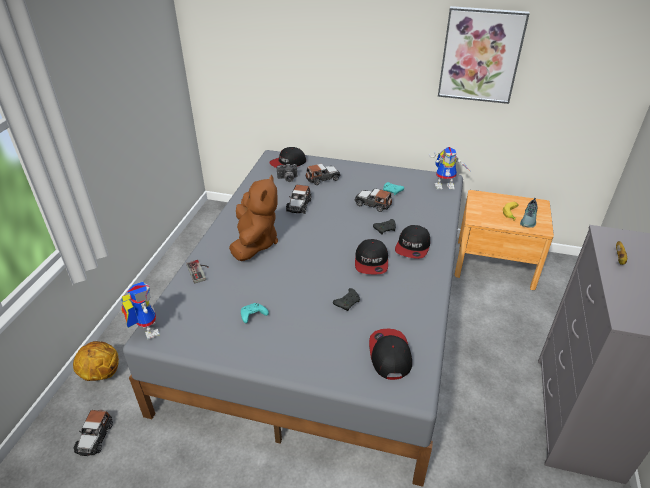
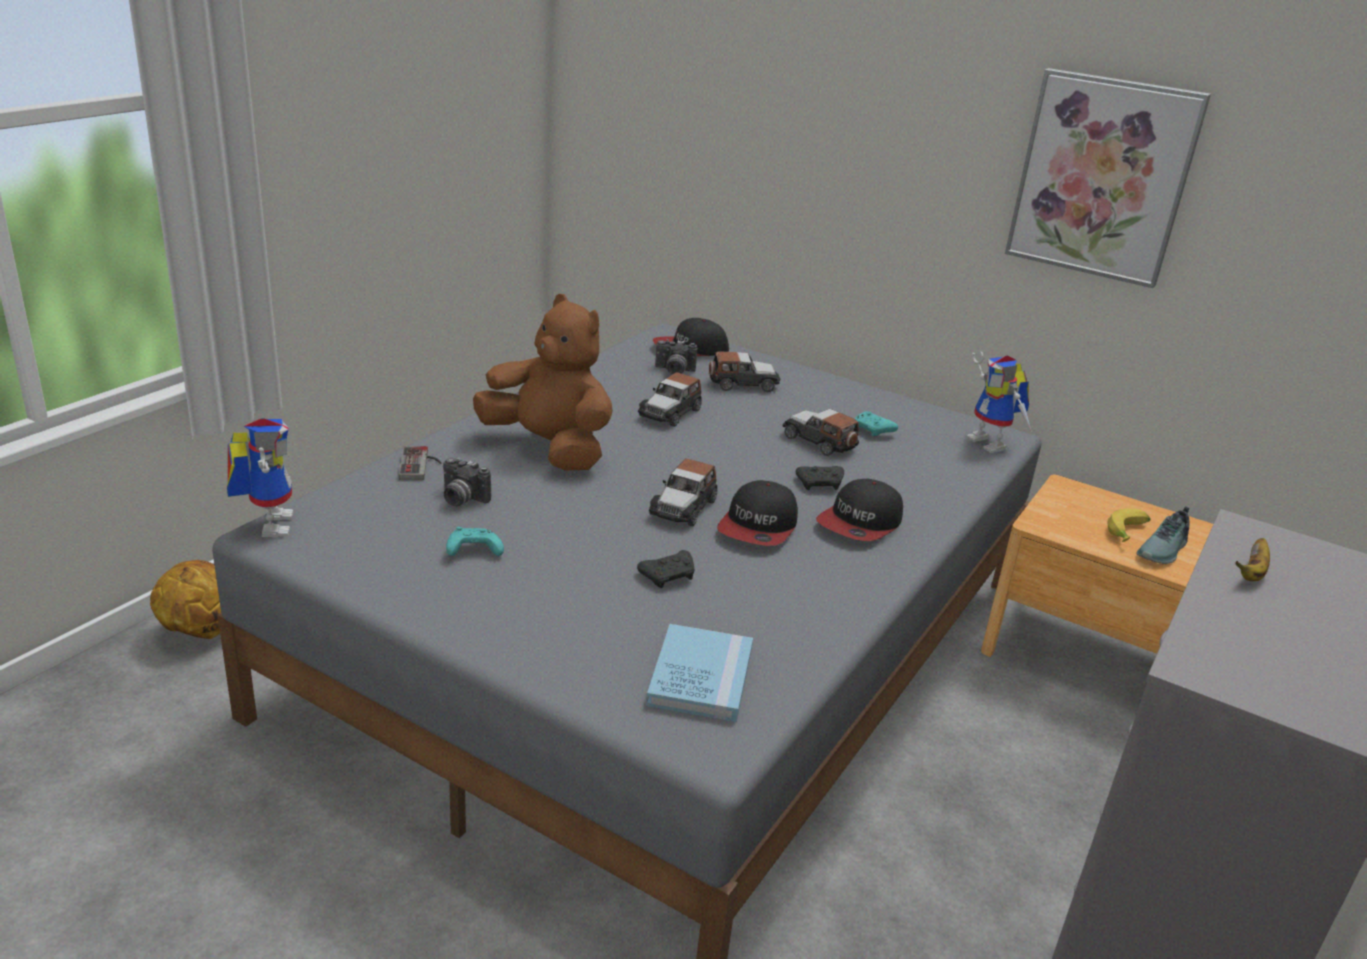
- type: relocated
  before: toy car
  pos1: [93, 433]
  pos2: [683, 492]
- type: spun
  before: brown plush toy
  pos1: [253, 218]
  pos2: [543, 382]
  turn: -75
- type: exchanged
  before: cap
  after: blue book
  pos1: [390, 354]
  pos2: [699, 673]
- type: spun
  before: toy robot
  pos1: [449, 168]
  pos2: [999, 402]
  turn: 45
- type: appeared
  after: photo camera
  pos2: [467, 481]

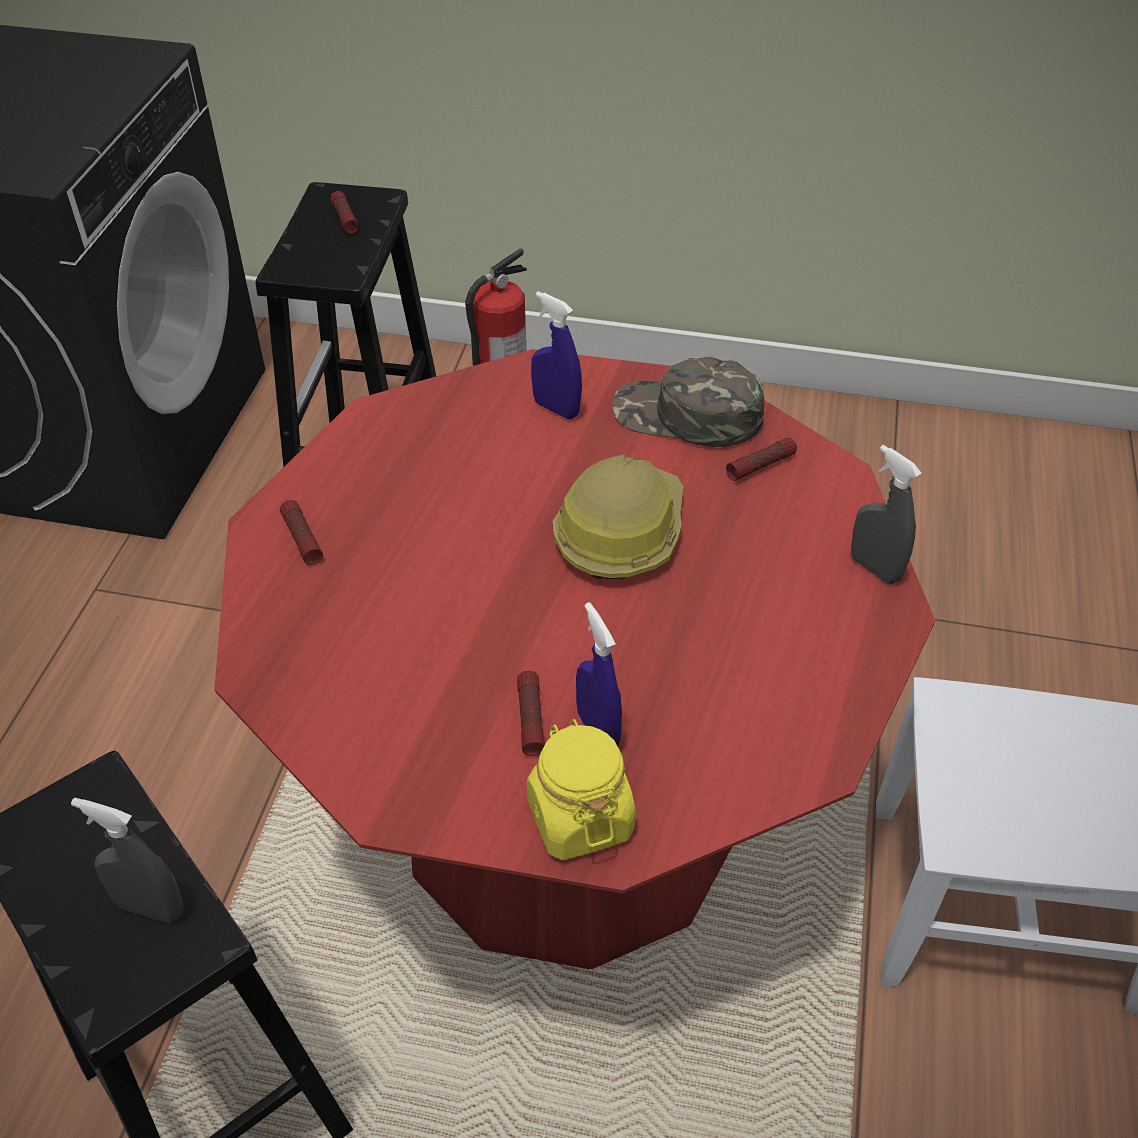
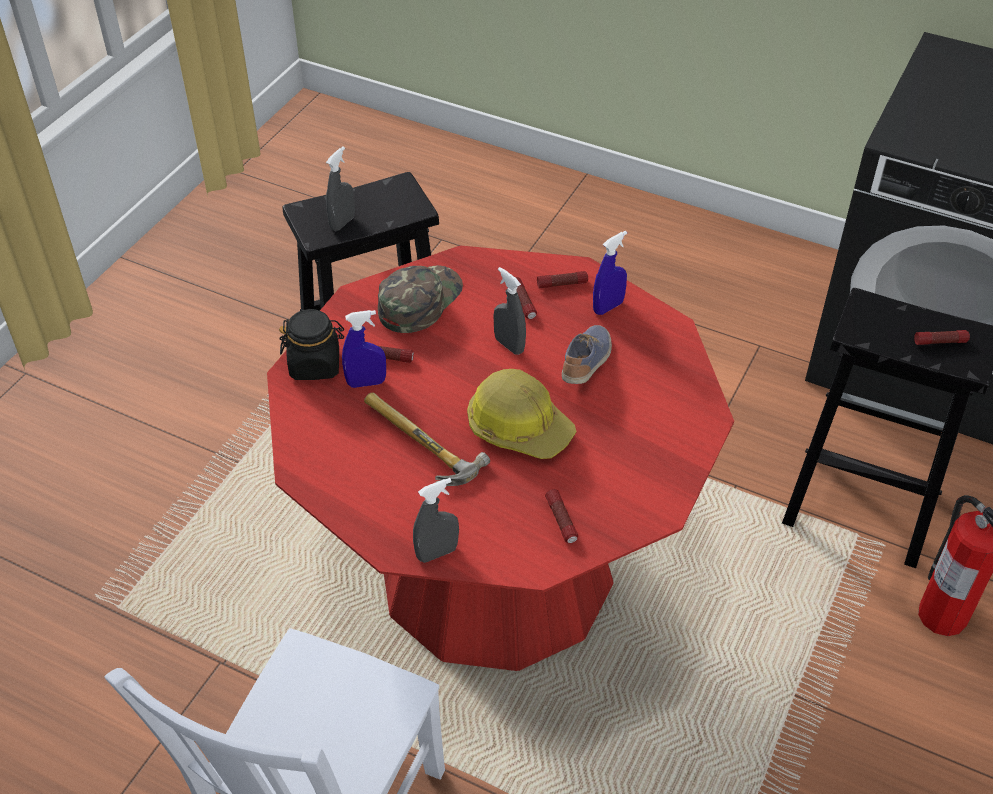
- type: colour
  before: yellow jar
  after: black jar
  pos1: [581, 789]
  pos2: [311, 344]
- type: relocated
  before: blue spray bottle
  pos1: [556, 355]
  pos2: [610, 273]
- type: relocated
  before: green cap
  pos1: [688, 402]
  pos2: [420, 299]
- type: appeared
  after: hammer
  pos2: [427, 439]
- type: appeared
  after: grey spray bottle
  pos2: [510, 311]
- type: appeared
  after: flashlight
  pos2: [526, 298]
- type: appeared
  after: shoe
  pos2: [587, 354]

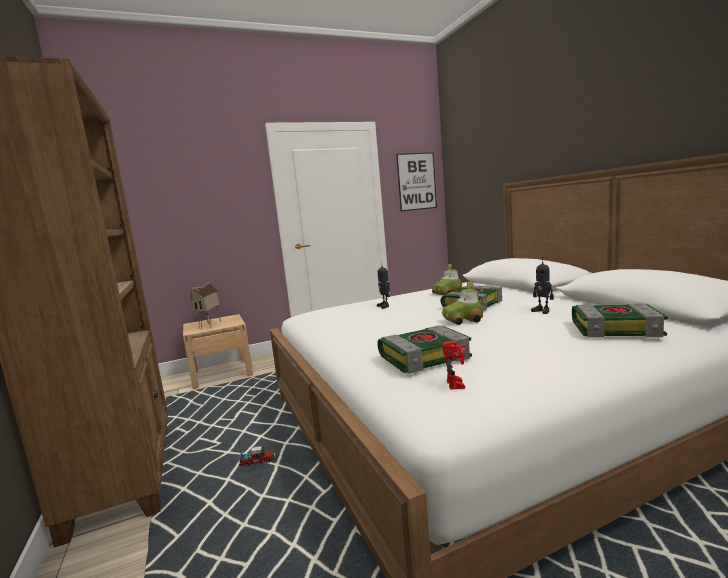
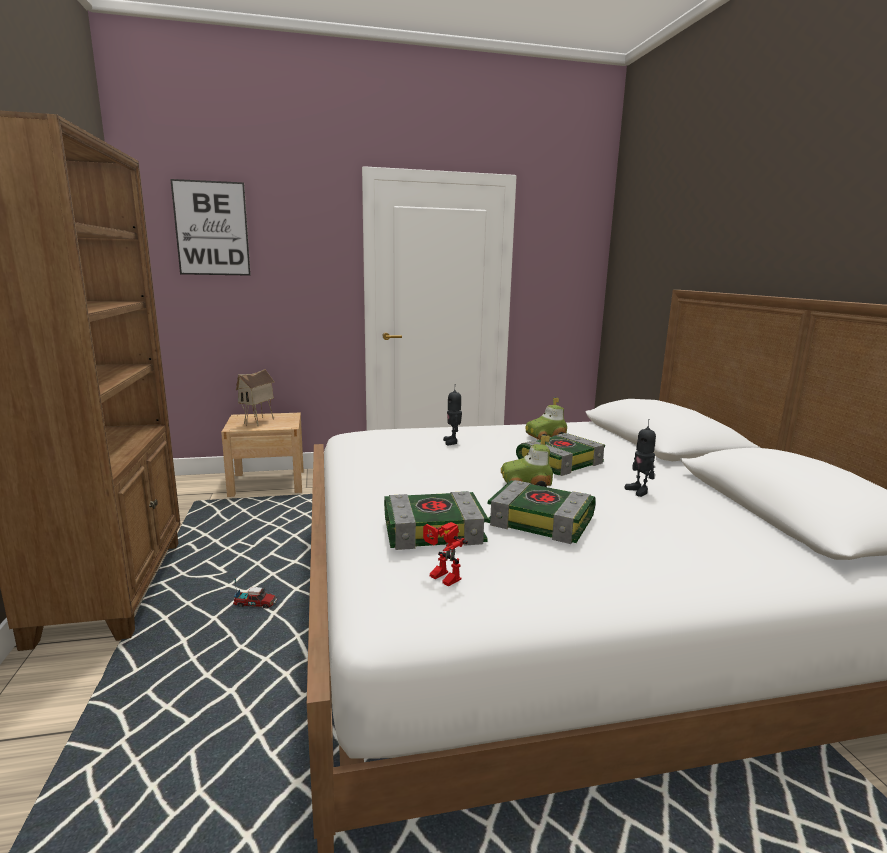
- type: relocated
  before: picture
  pos1: [416, 181]
  pos2: [210, 227]
- type: spun
  before: toy robot
  pos1: [455, 365]
  pos2: [445, 554]
  turn: 120
- type: relocated
  before: book
  pos1: [620, 320]
  pos2: [541, 512]

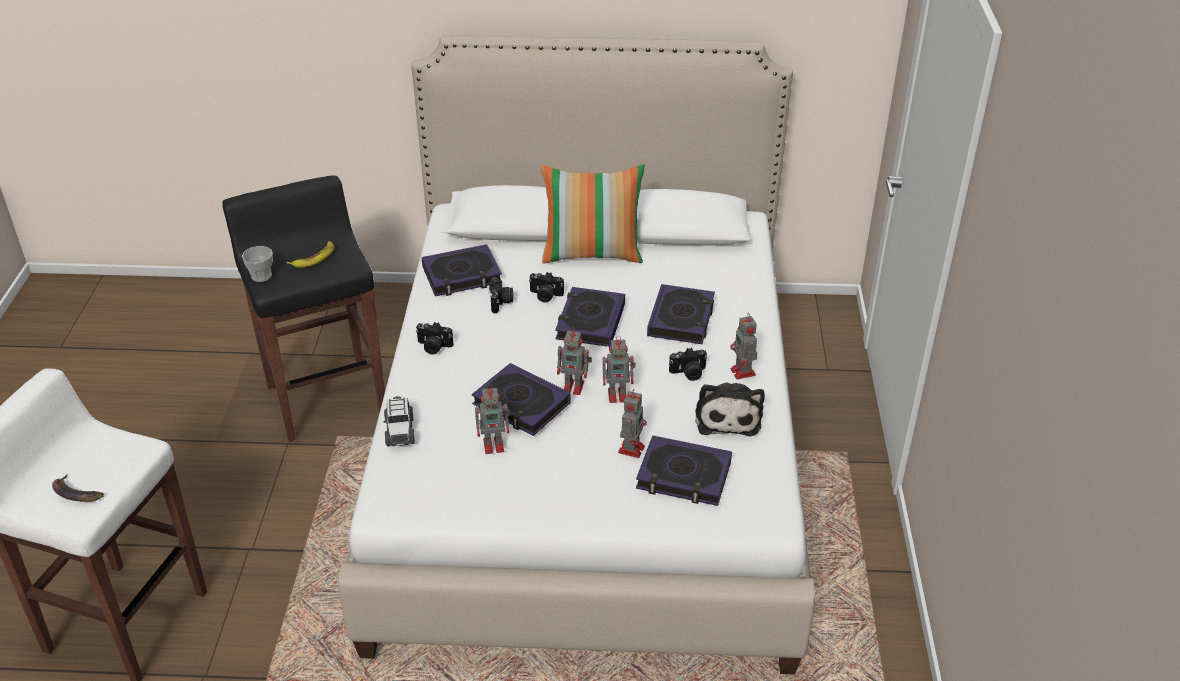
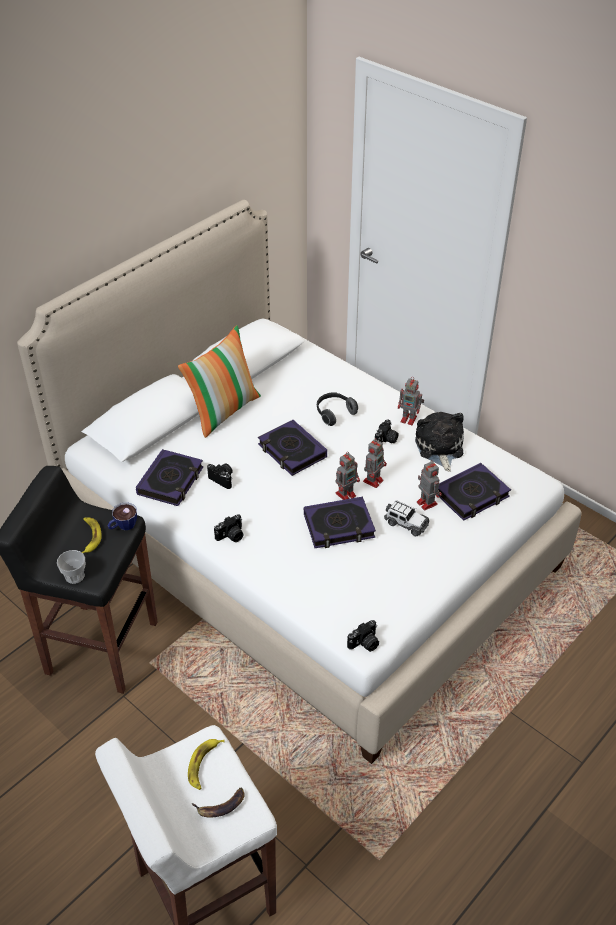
- type: relocated
  before: toy car
  pos1: [399, 421]
  pos2: [406, 518]
- type: missing
  before: toy robot
  pos1: [493, 419]
- type: relocated
  before: photo camera
  pos1: [546, 287]
  pos2: [363, 636]
- type: exchanged
  before: book
  after: headphones
  pos1: [681, 314]
  pos2: [337, 409]
- type: spun
  before: plush toy
  pos1: [730, 409]
  pos2: [439, 442]
  turn: -135
- type: appeared
  after: cup
  pos2: [122, 516]
- type: appeared
  after: banana
  pos2: [206, 764]

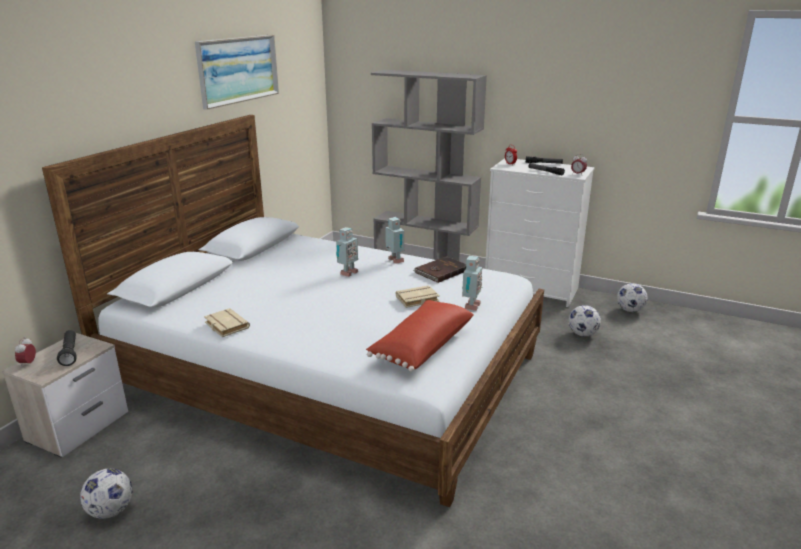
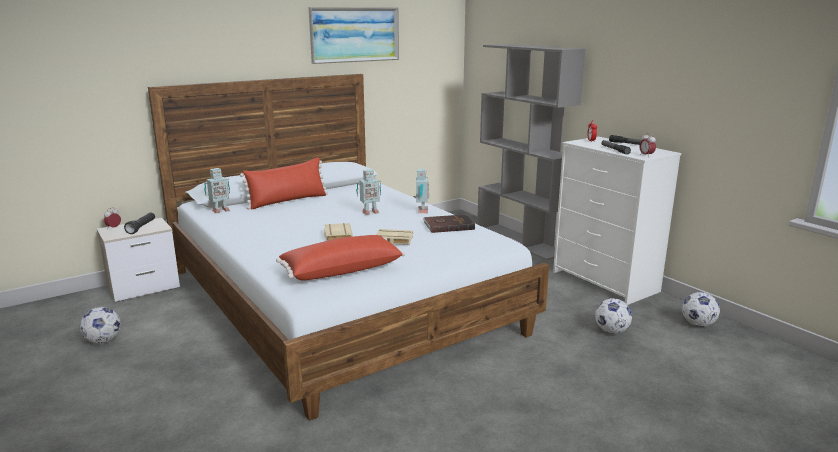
- type: relocated
  before: beige book
  pos1: [227, 322]
  pos2: [338, 232]
- type: relocated
  before: toy robot
  pos1: [472, 283]
  pos2: [217, 190]
- type: appeared
  after: red pillow
  pos2: [284, 183]

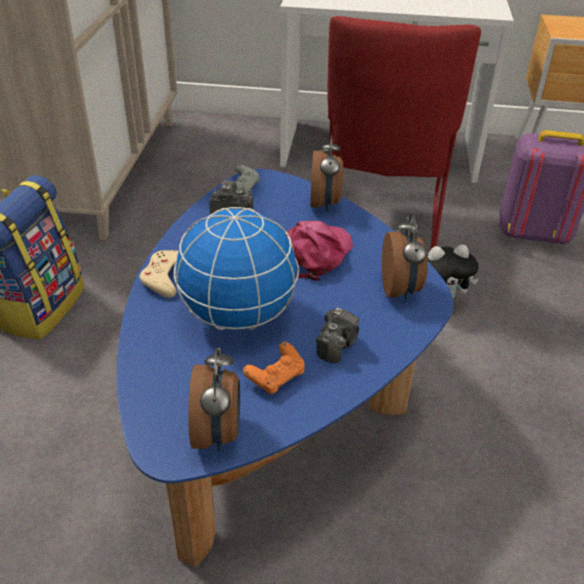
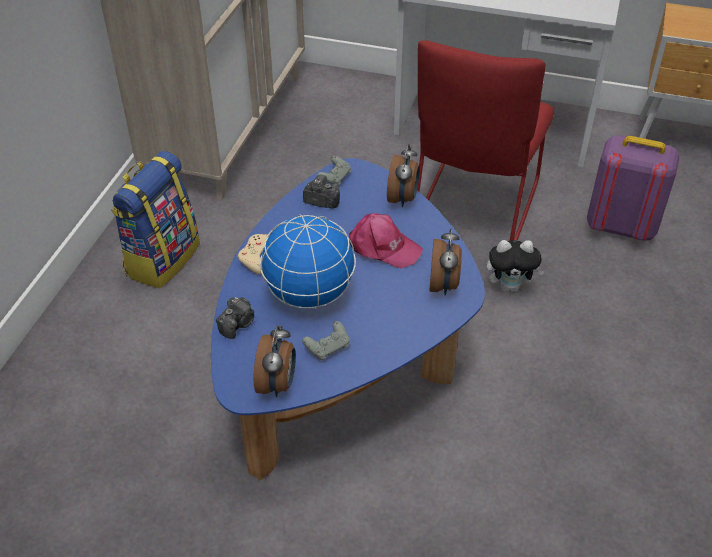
- type: colour
  before: orange game controller
  after: grey game controller
  pos1: [273, 368]
  pos2: [325, 340]
- type: spun
  before: pink cap
  pos1: [319, 251]
  pos2: [386, 240]
  turn: 75
- type: relocated
  before: photo camera
  pos1: [338, 335]
  pos2: [235, 318]

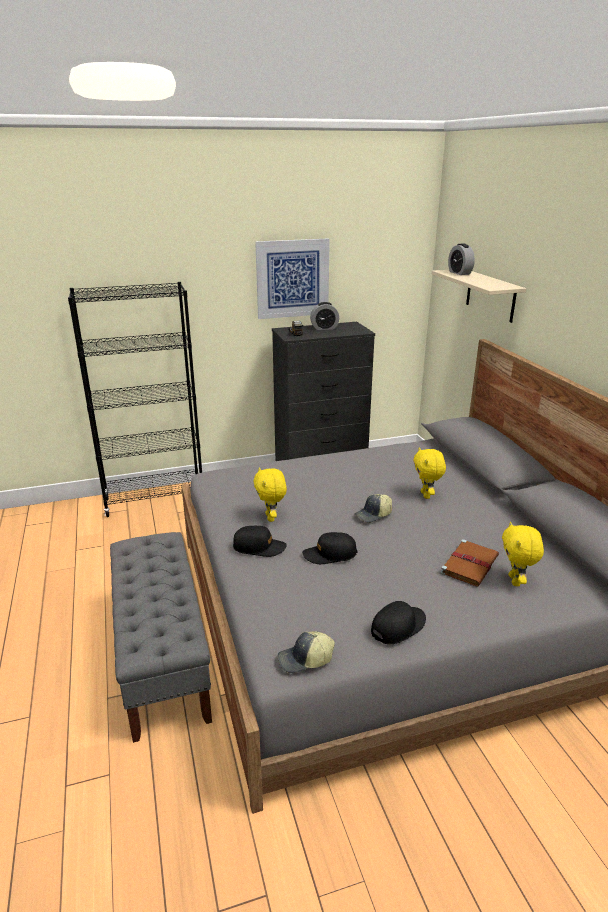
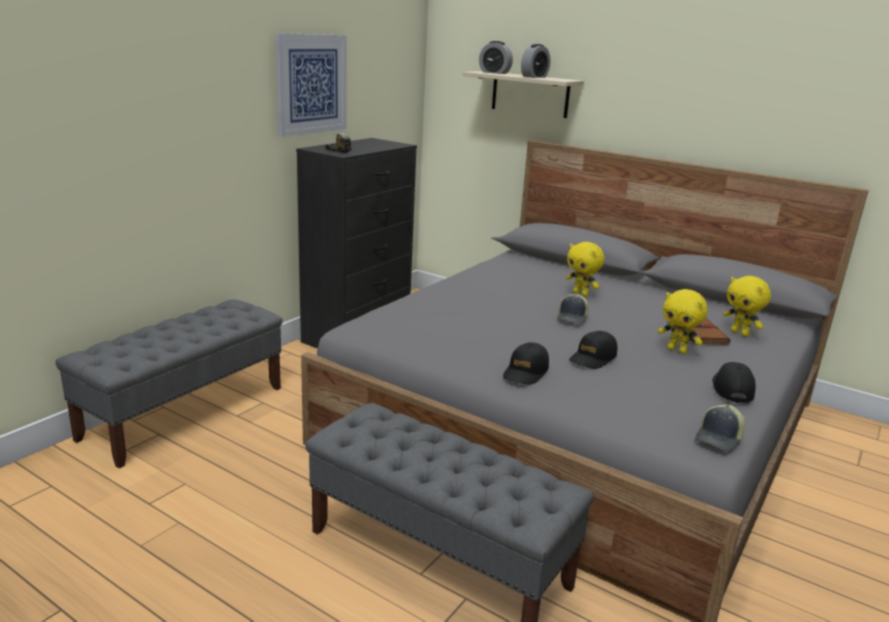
- type: exchanged
  before: black bookcase
  after: grey bench
  pos1: [135, 399]
  pos2: [169, 384]
- type: spun
  before: black cap
  pos1: [260, 541]
  pos2: [526, 363]
  turn: 150
- type: relocated
  before: yellow plush toy
  pos1: [270, 494]
  pos2: [683, 321]
- type: relocated
  before: alarm clock
  pos1: [324, 316]
  pos2: [535, 61]

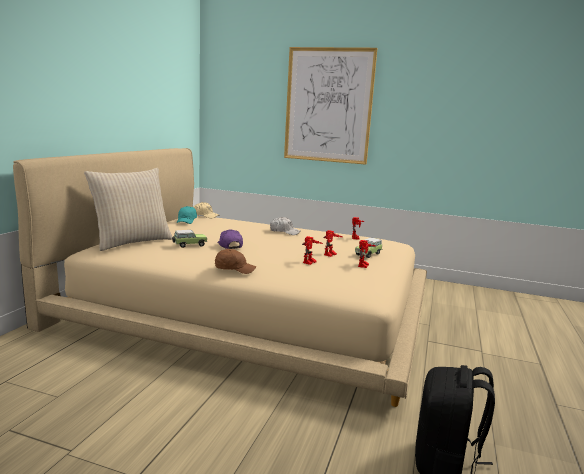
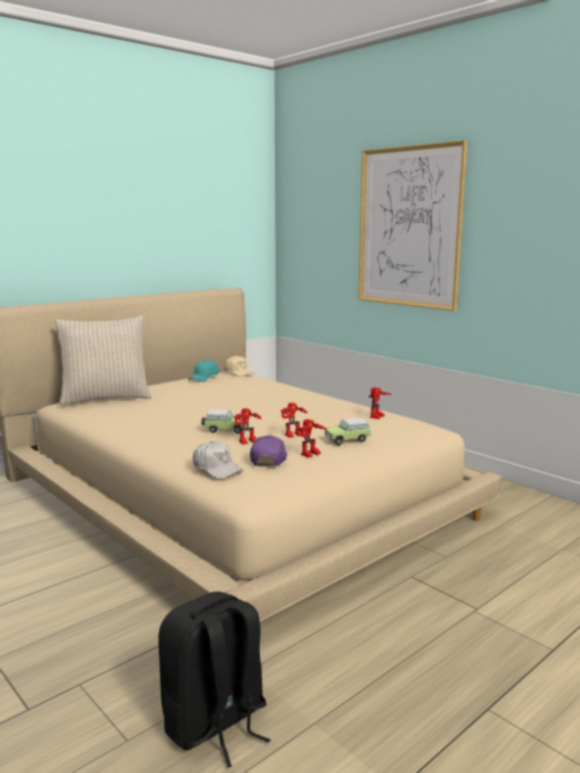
- type: relocated
  before: toy car
  pos1: [189, 239]
  pos2: [224, 422]
- type: missing
  before: brown cap
  pos1: [235, 261]
- type: relocated
  before: purple cap
  pos1: [230, 239]
  pos2: [269, 451]
- type: relocated
  before: white cap
  pos1: [285, 226]
  pos2: [218, 460]

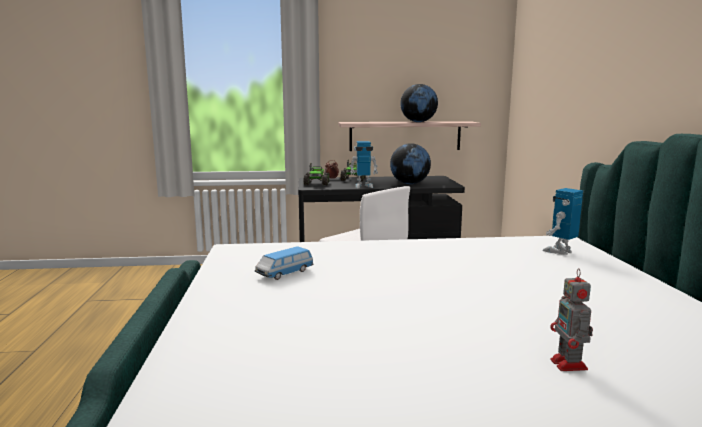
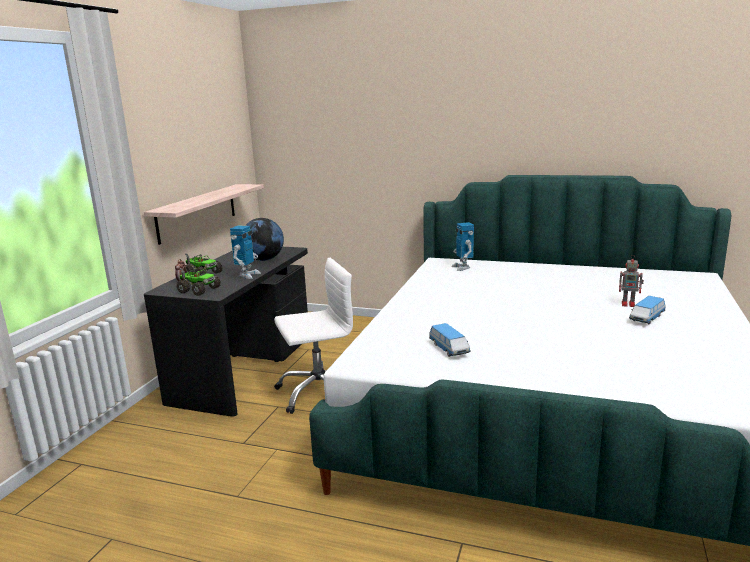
- type: missing
  before: globe
  pos1: [419, 103]
- type: appeared
  after: toy car
  pos2: [647, 310]

